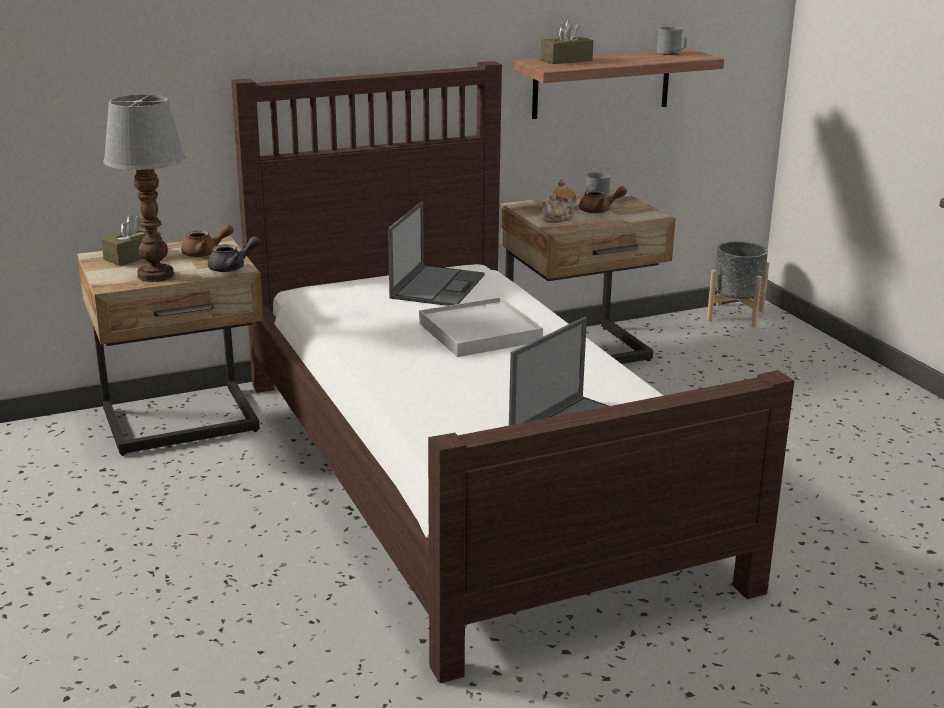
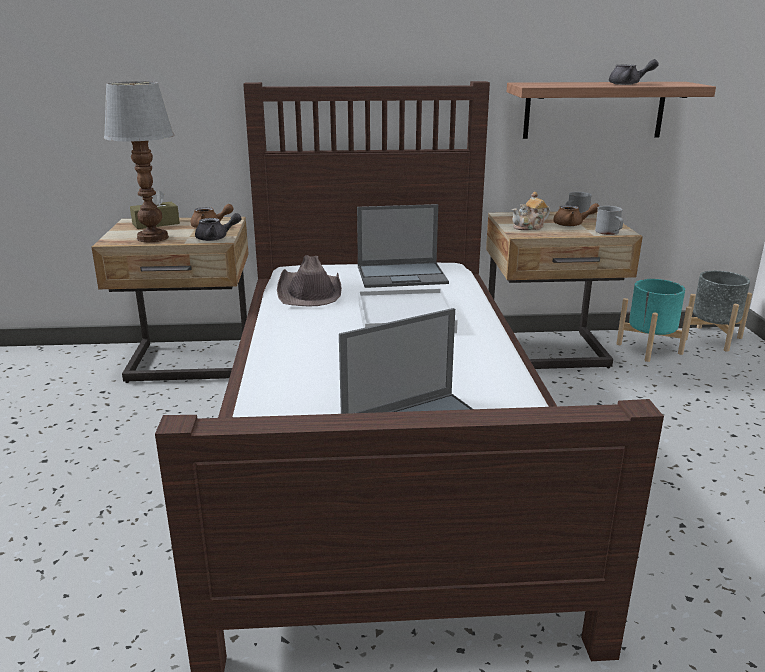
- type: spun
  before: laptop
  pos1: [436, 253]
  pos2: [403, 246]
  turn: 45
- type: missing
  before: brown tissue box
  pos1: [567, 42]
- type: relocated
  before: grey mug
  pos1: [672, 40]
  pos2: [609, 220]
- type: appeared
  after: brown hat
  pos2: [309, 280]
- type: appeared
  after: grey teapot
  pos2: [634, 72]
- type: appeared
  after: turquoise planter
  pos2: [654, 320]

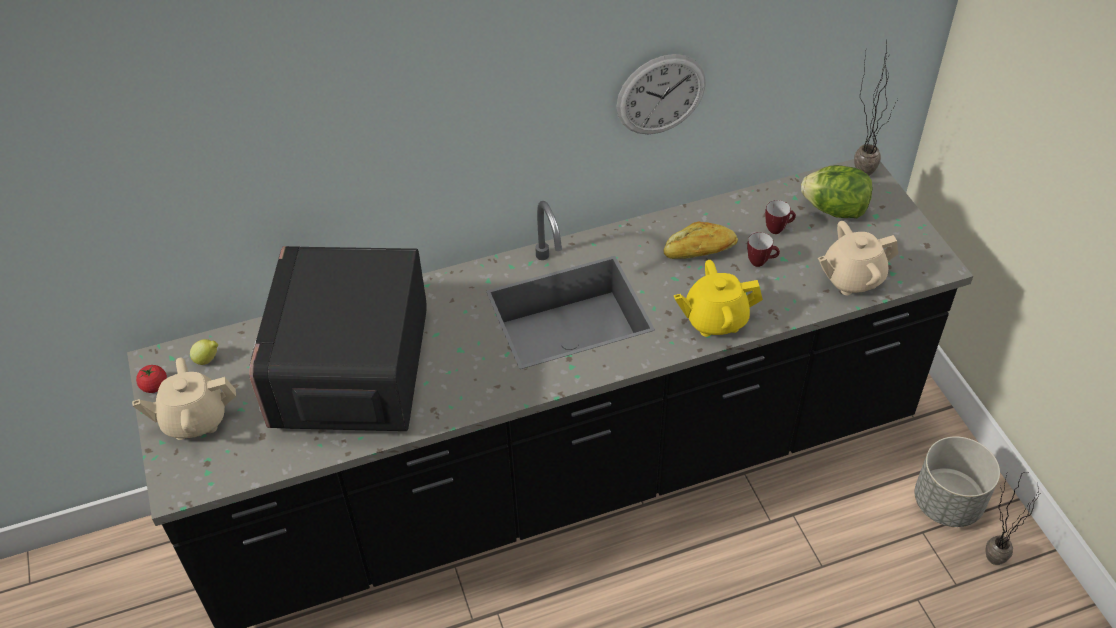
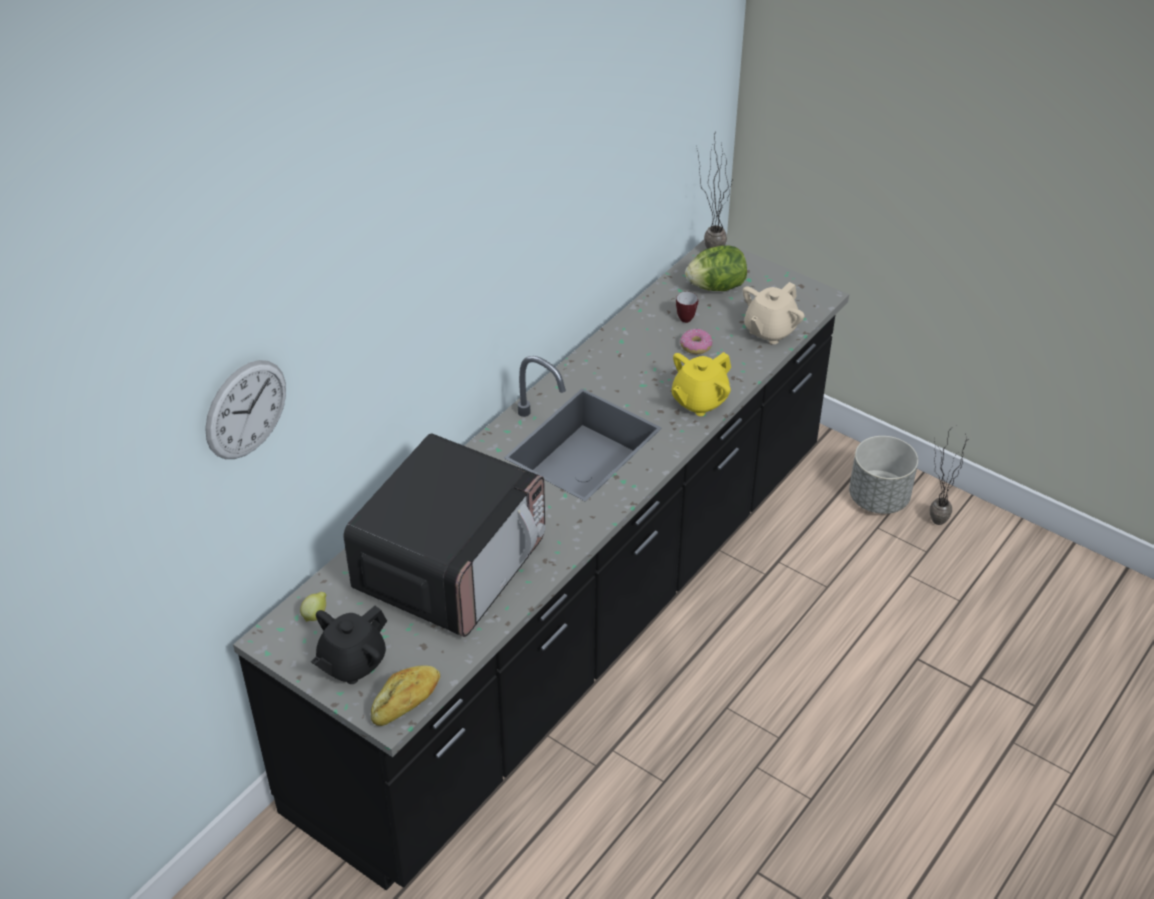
- type: colour
  before: beige teapot
  after: black teapot
  pos1: [184, 399]
  pos2: [349, 645]
- type: missing
  before: tomato
  pos1: [151, 379]
- type: spun
  before: microwave
  pos1: [337, 338]
  pos2: [444, 535]
  turn: -120
- type: relocated
  before: wall clock
  pos1: [661, 94]
  pos2: [245, 409]
- type: relocated
  before: bread
  pos1: [701, 240]
  pos2: [405, 695]
- type: exchanged
  before: mug
  after: donut
  pos1: [763, 249]
  pos2: [696, 341]

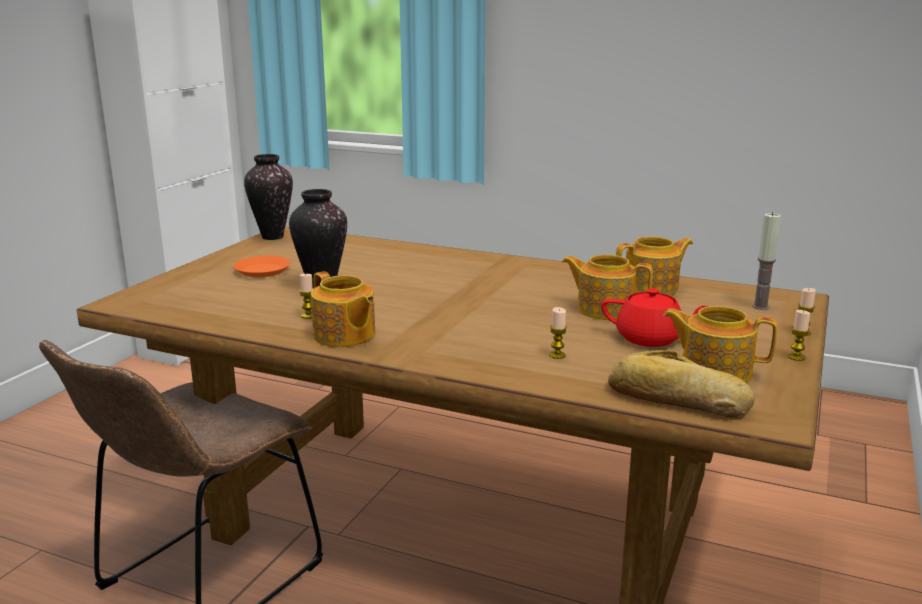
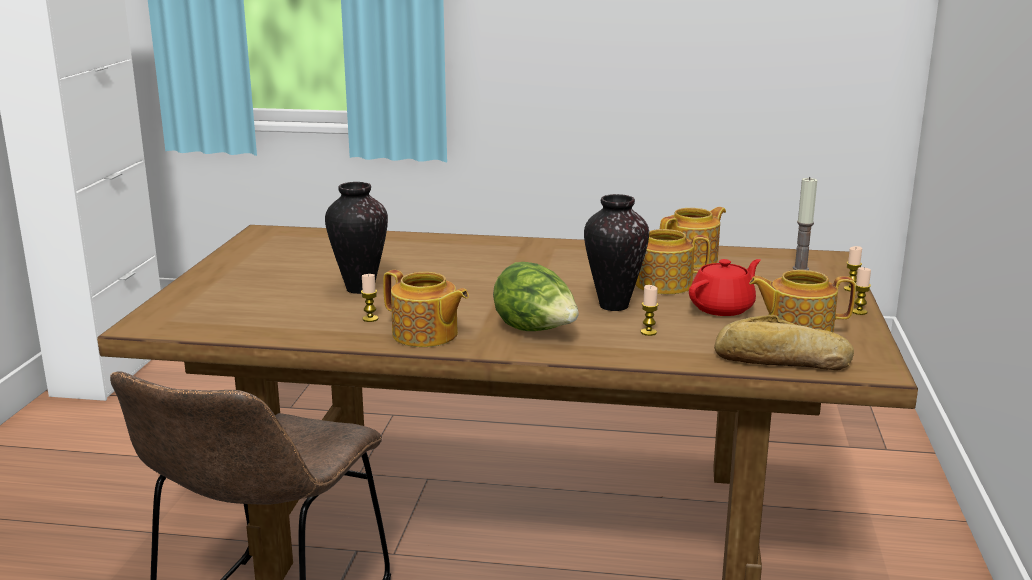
- type: missing
  before: orange plate
  pos1: [262, 266]
- type: relocated
  before: vase
  pos1: [268, 197]
  pos2: [616, 252]
- type: spun
  before: red teapot
  pos1: [654, 317]
  pos2: [725, 287]
  turn: -45
- type: appeared
  after: lettuce
  pos2: [536, 296]

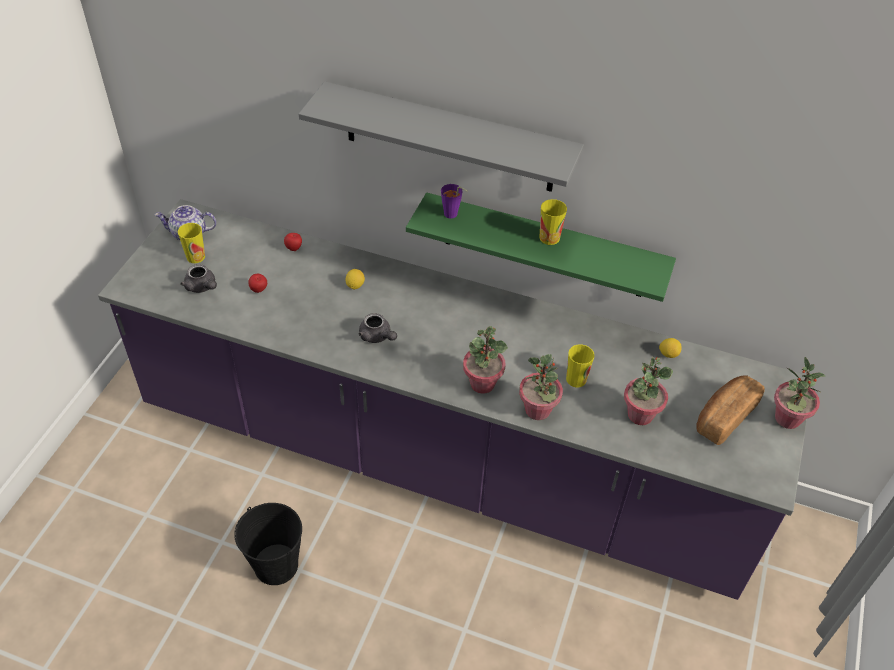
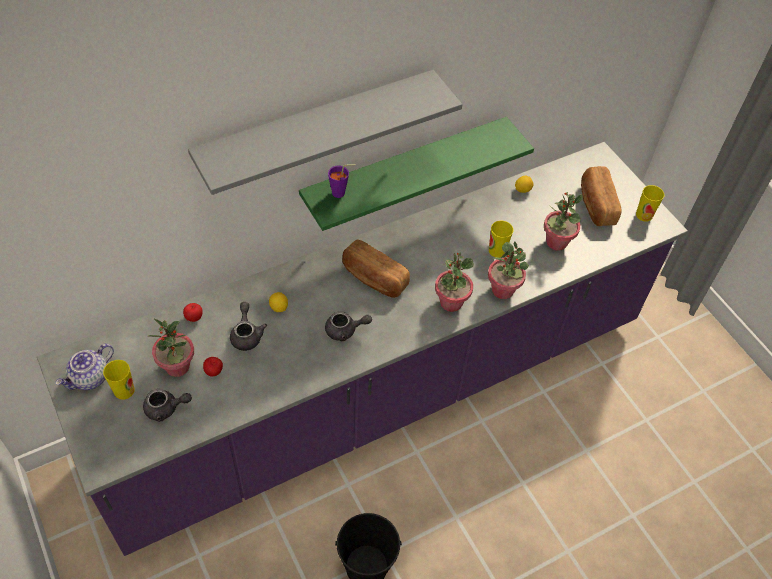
- type: relocated
  before: cup
  pos1: [553, 222]
  pos2: [650, 203]
- type: relocated
  before: potted plant
  pos1: [799, 393]
  pos2: [171, 347]
- type: appeared
  after: grey teapot
  pos2: [248, 326]
- type: appeared
  after: bread
  pos2: [376, 269]

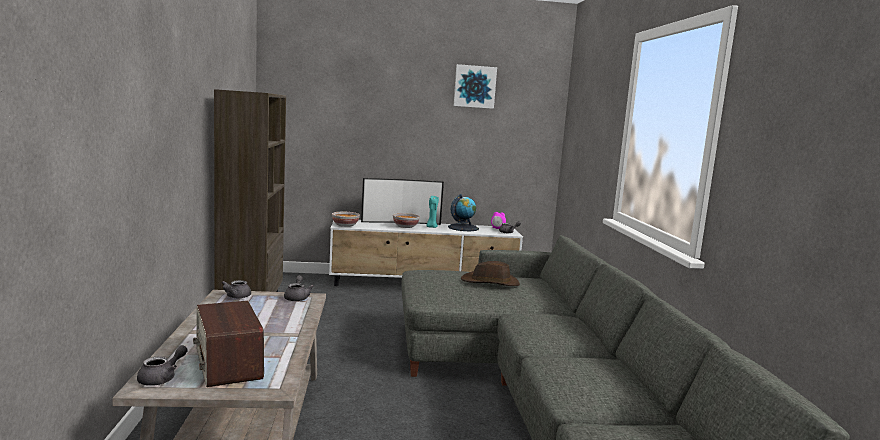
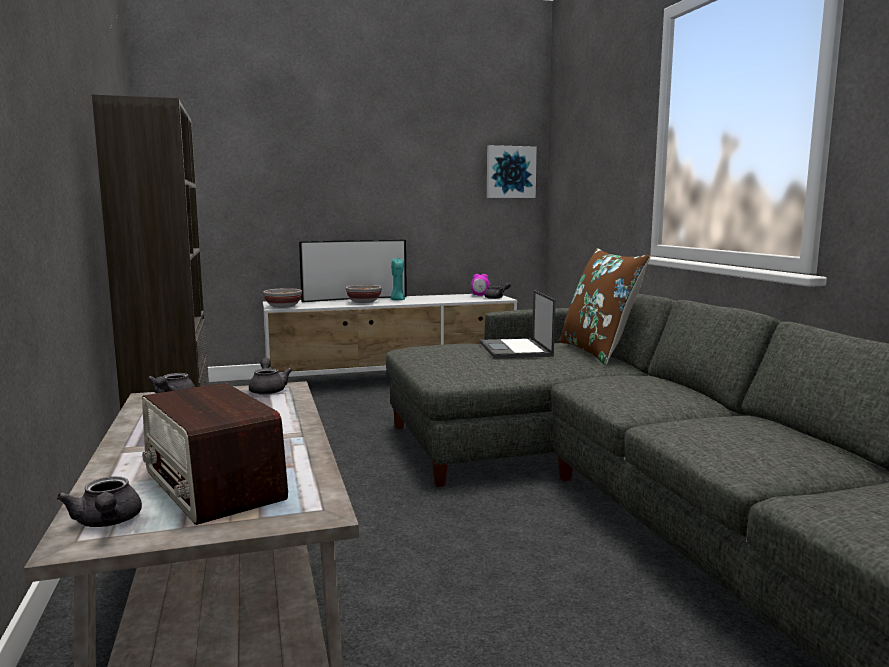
- type: spun
  before: grey teapot
  pos1: [162, 365]
  pos2: [99, 502]
  turn: 135
- type: missing
  before: globe
  pos1: [463, 212]
- type: relocated
  before: picture
  pos1: [475, 86]
  pos2: [512, 171]
- type: exchanged
  before: brown hat
  after: laptop
  pos1: [490, 273]
  pos2: [517, 324]
- type: appeared
  after: brown pillow
  pos2: [604, 306]

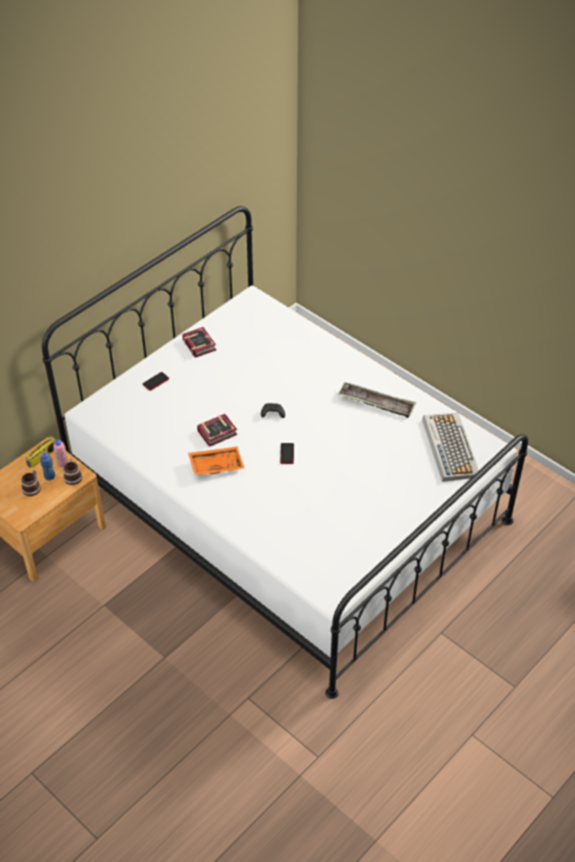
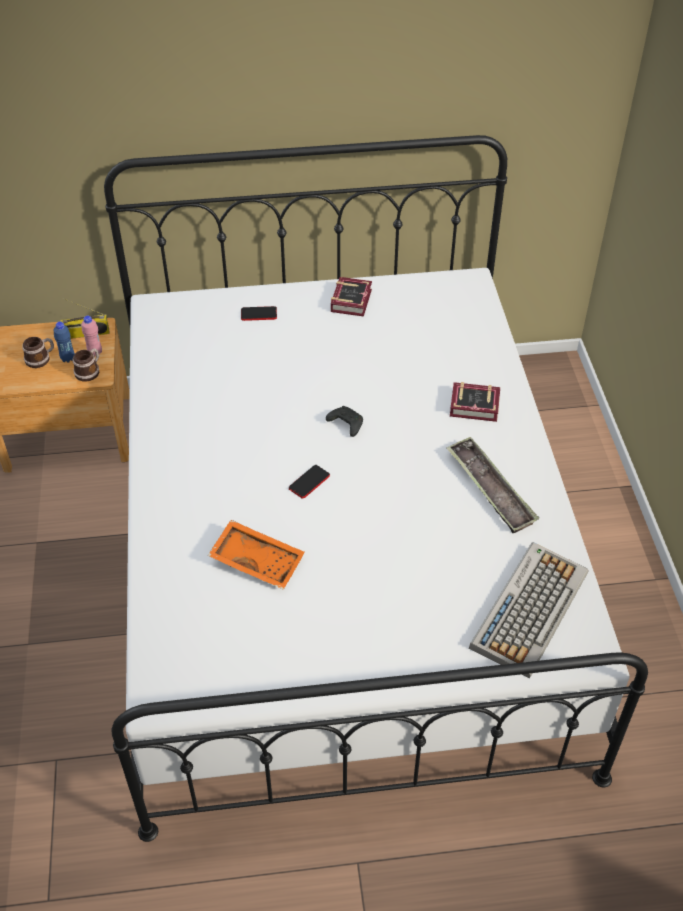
- type: relocated
  before: orange tray
  pos1: [216, 461]
  pos2: [256, 555]
- type: relocated
  before: book
  pos1: [217, 430]
  pos2: [475, 402]

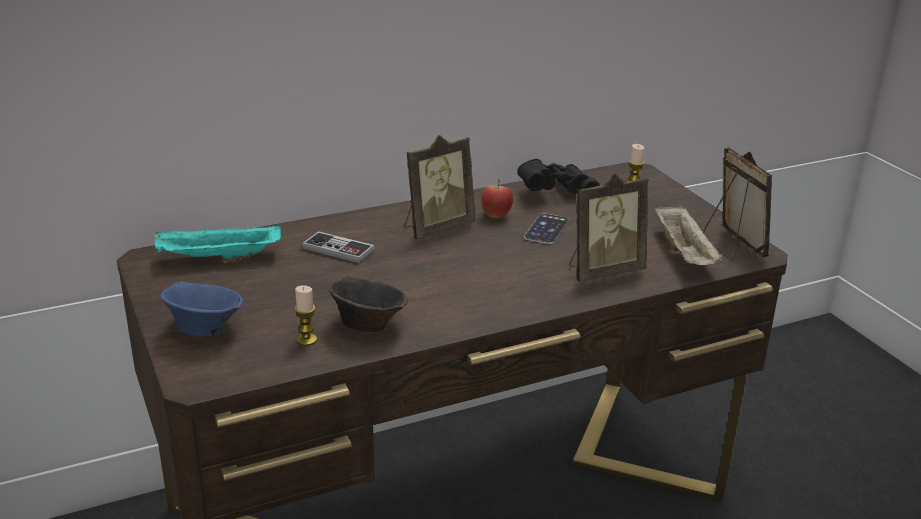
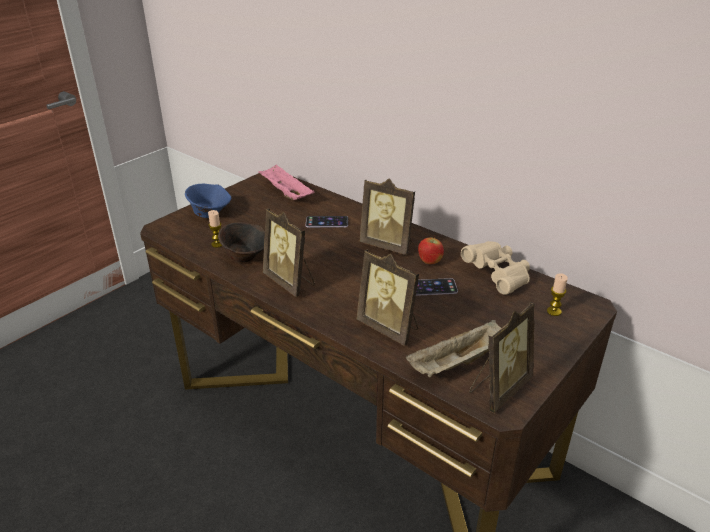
- type: colour
  before: turquoise tray
  after: pink tray
  pos1: [218, 242]
  pos2: [287, 182]
- type: exchanged
  before: game controller
  after: phone
  pos1: [338, 247]
  pos2: [327, 222]
- type: colour
  before: black binoculars
  after: beige binoculars
  pos1: [558, 176]
  pos2: [495, 268]
- type: appeared
  after: picture frame
  pos2: [289, 252]

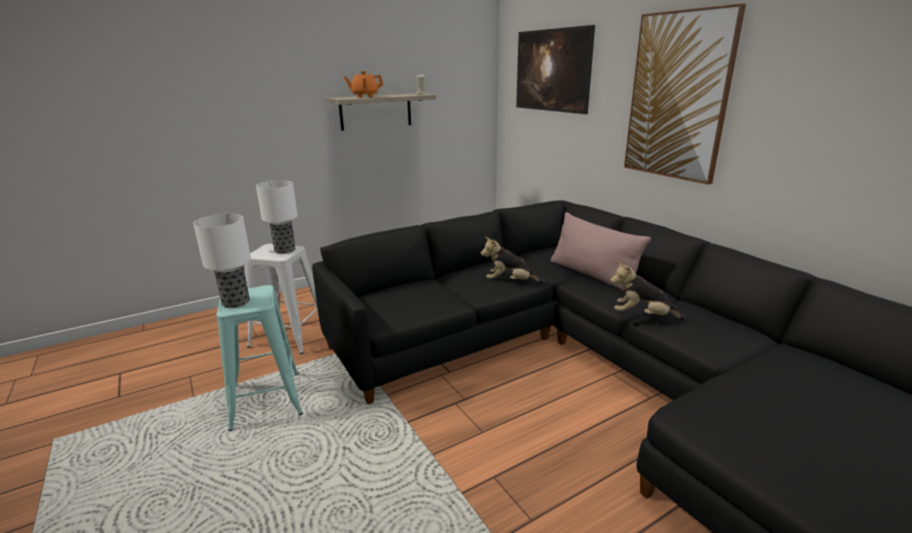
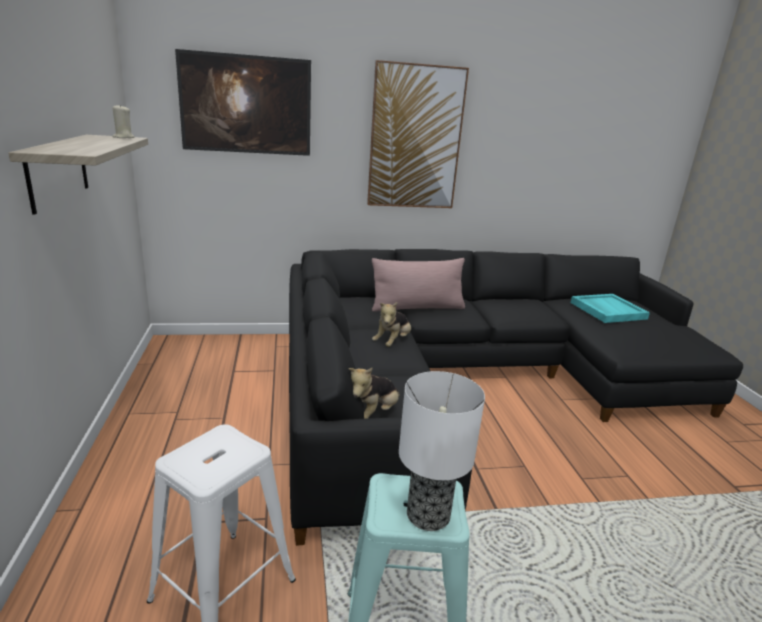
- type: missing
  before: table lamp
  pos1: [277, 217]
- type: missing
  before: orange teapot
  pos1: [363, 84]
- type: relocated
  before: plush toy
  pos1: [648, 291]
  pos2: [374, 393]
- type: appeared
  after: turquoise tray
  pos2: [610, 308]

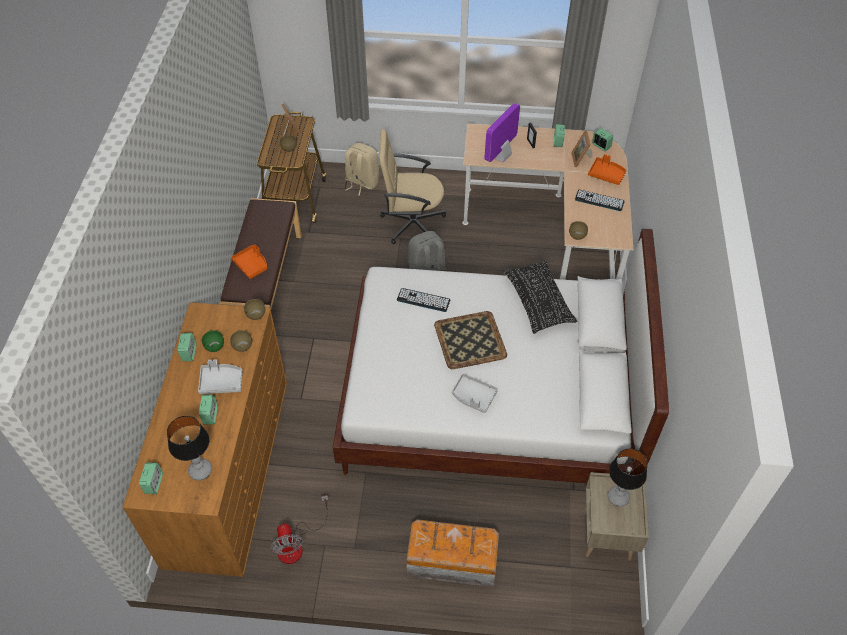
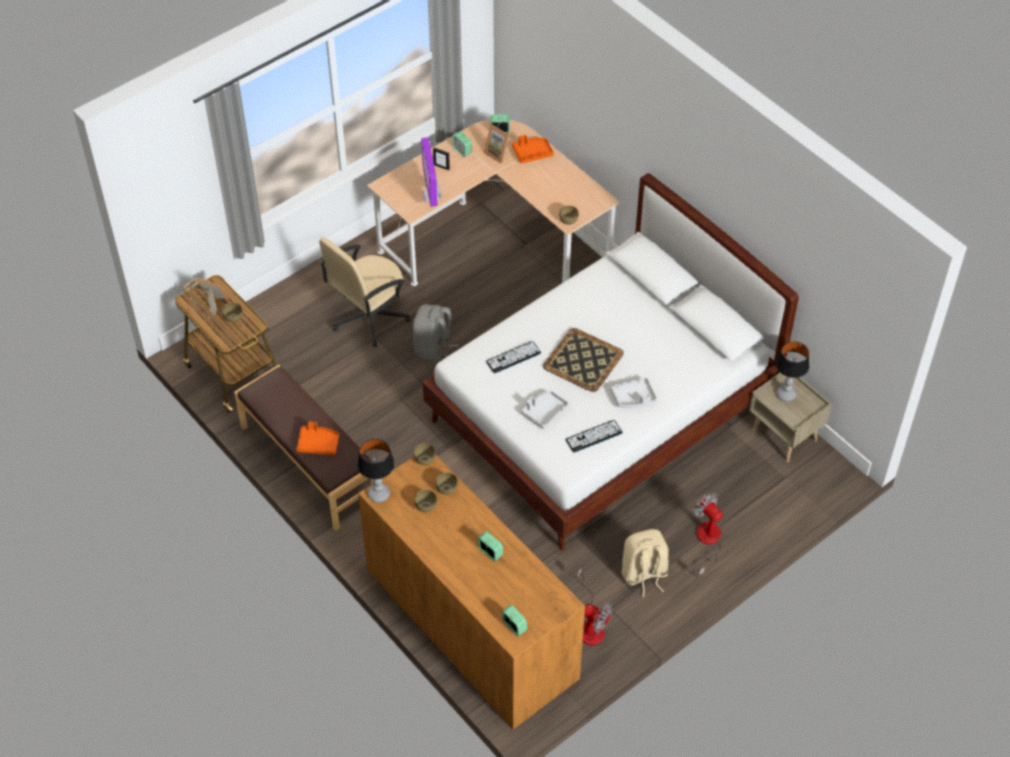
- type: relocated
  before: table lamp
  pos1: [189, 448]
  pos2: [376, 471]
- type: missing
  before: alarm clock
  pos1: [187, 347]
- type: relocated
  before: grey tray
  pos1: [220, 376]
  pos2: [545, 410]
- type: colour
  before: green bowl
  after: brown bowl
  pos1: [213, 341]
  pos2: [426, 501]
- type: relocated
  before: beige backpack
  pos1: [362, 169]
  pos2: [645, 563]
- type: exchanged
  before: storage box
  after: fan
  pos1: [452, 553]
  pos2: [707, 534]
- type: missing
  before: black pillow
  pos1: [540, 297]
- type: relocated
  before: keyboard
  pos1: [600, 200]
  pos2: [594, 436]

